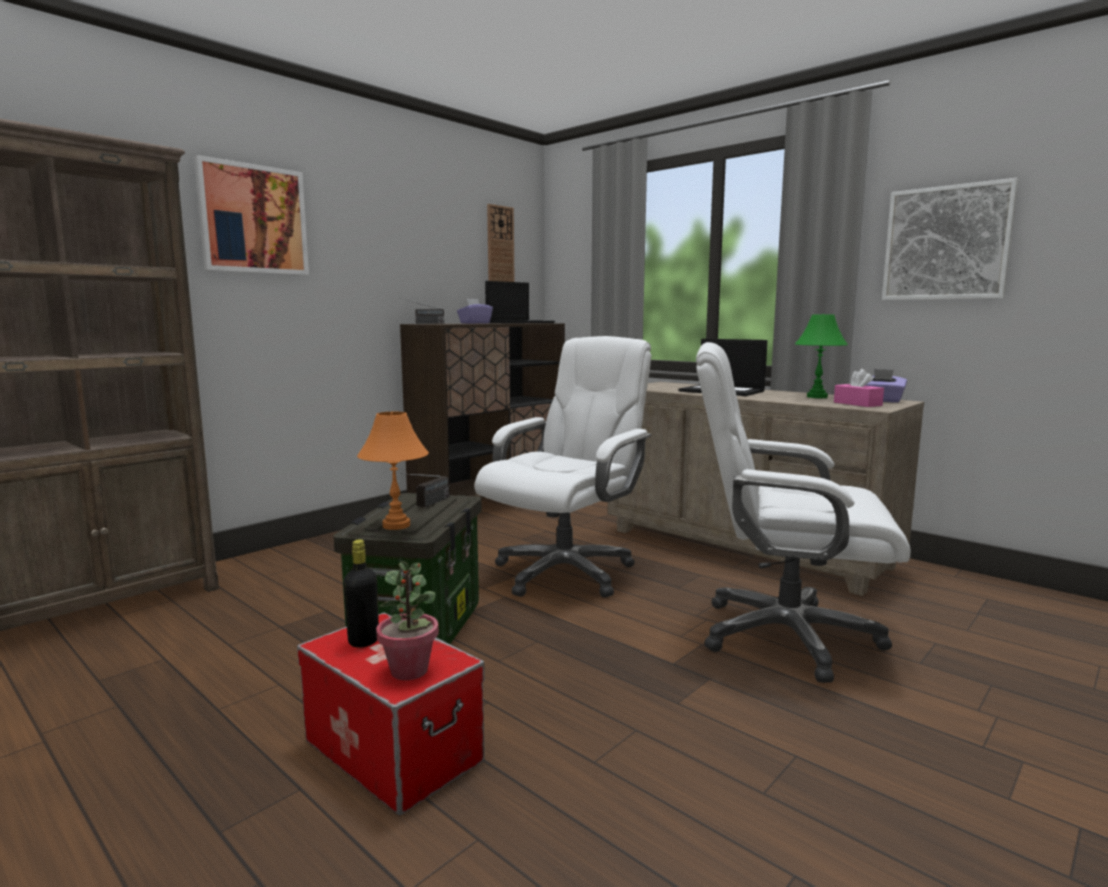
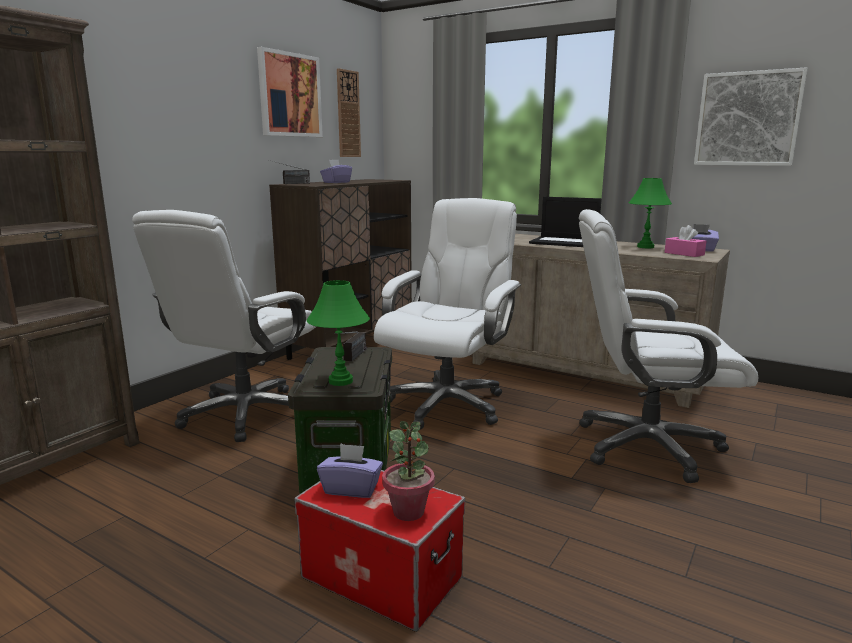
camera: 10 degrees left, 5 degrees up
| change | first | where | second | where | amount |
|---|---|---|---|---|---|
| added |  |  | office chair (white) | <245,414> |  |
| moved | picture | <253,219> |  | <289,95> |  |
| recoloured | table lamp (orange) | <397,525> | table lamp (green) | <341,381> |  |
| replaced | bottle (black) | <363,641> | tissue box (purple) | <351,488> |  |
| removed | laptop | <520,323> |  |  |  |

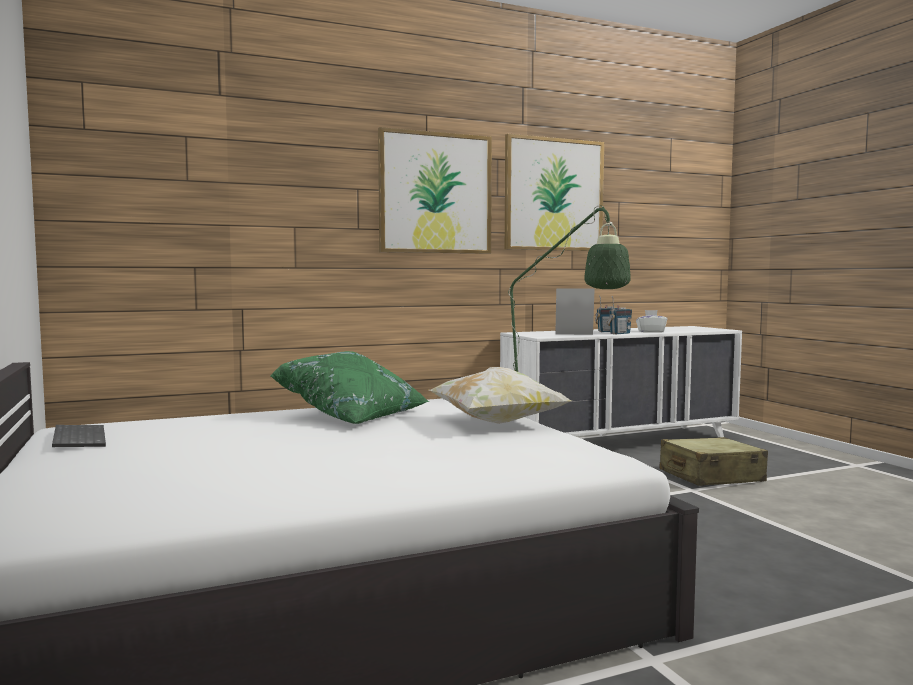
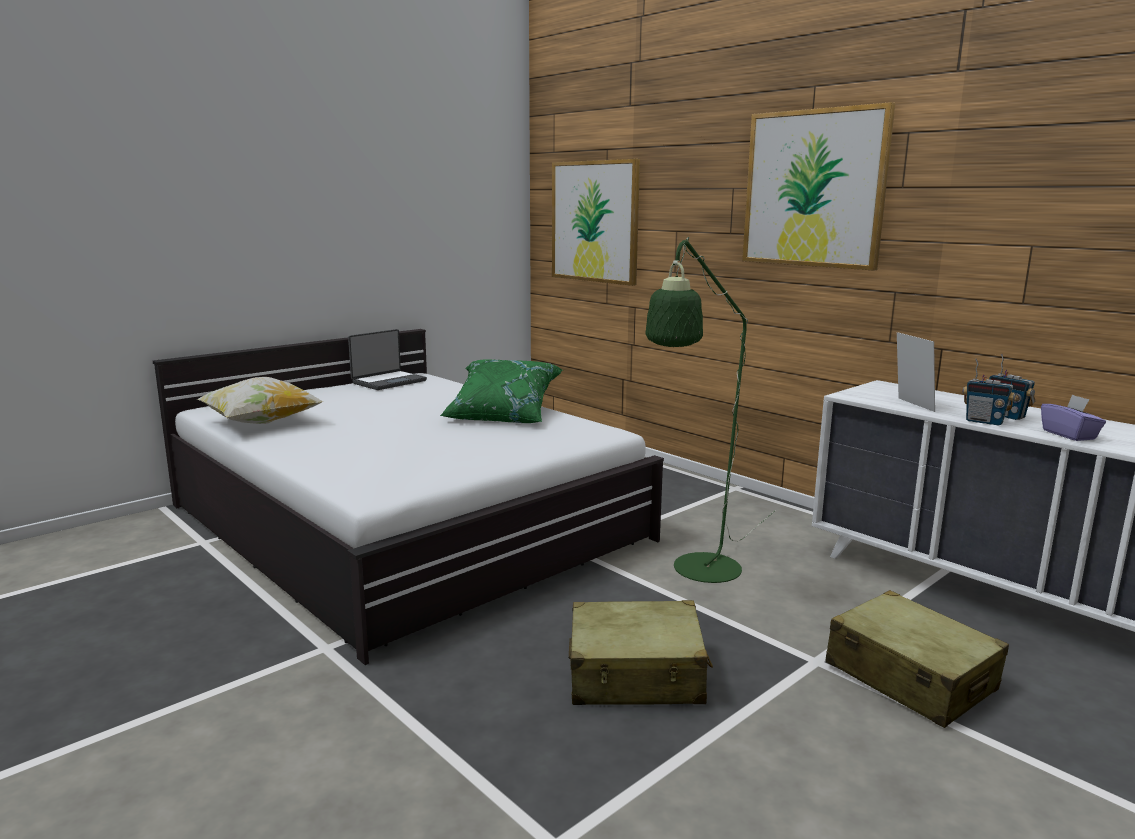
camera: 70 degrees right, 10 degrees up
| change | first | where | second | where | amount |
|---|---|---|---|---|---|
| moved | pillow | <497,423> |  | <261,423> |  |
| replaced | keyboard | <77,439> | laptop | <388,381> |  |
| moved | picture | <554,195> |  | <594,221> |  |
| added |  |  | suitcase (beige) | <636,674> |  |
| recoloured | tissue box (white) | <650,332> | tissue box (purple) | <1069,435> |  |

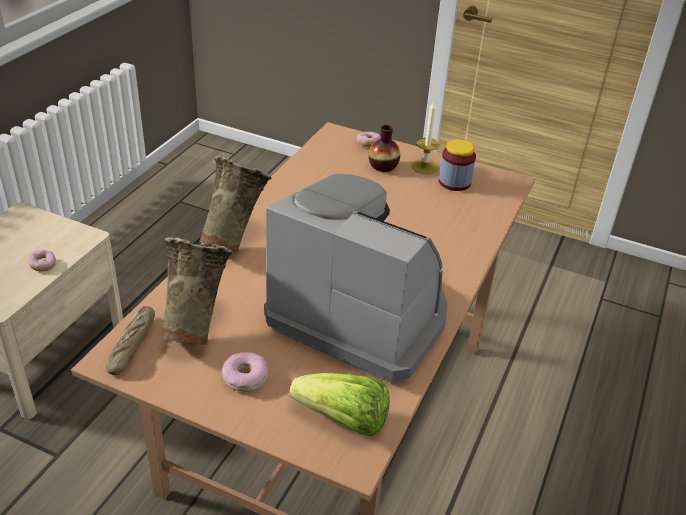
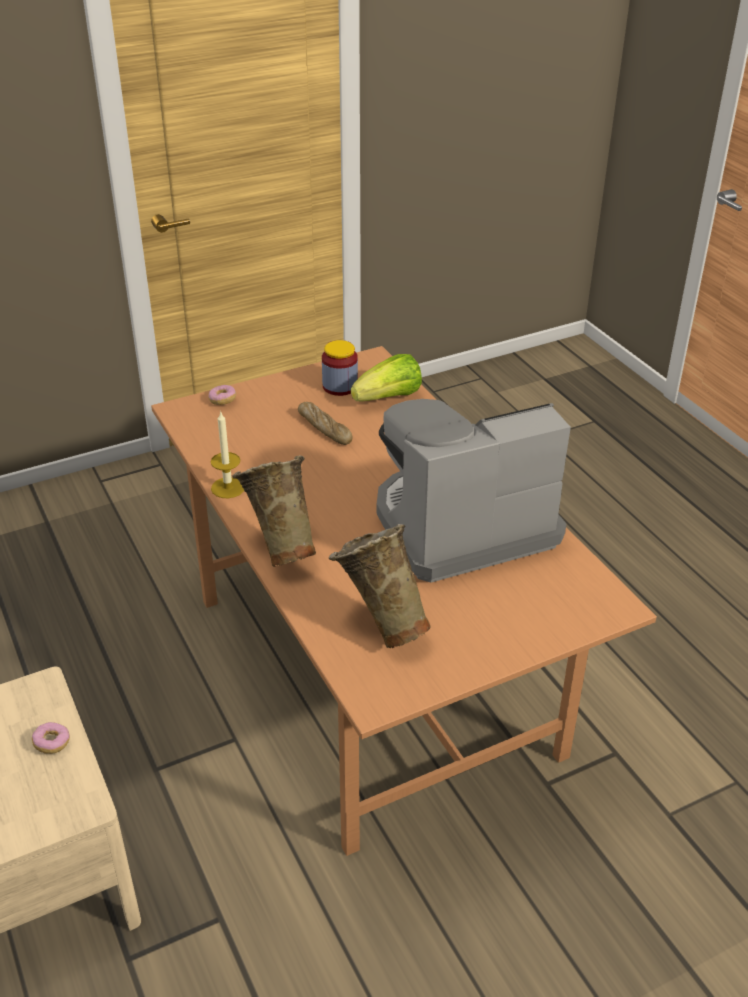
camera: 50 degrees left, 0 degrees up
| change | first | where | second | where | amount |
|---|---|---|---|---|---|
| moved | candle | <425,167> |  | <228,487> |  |
| moved | bread | <132,345> |  | <324,428> |  |
| moved | lettuce | <343,420> |  | <389,398> |  |
| removed | donut | <245,377> |  |  |  |
| removed | vase | <383,166> |  |  |  |

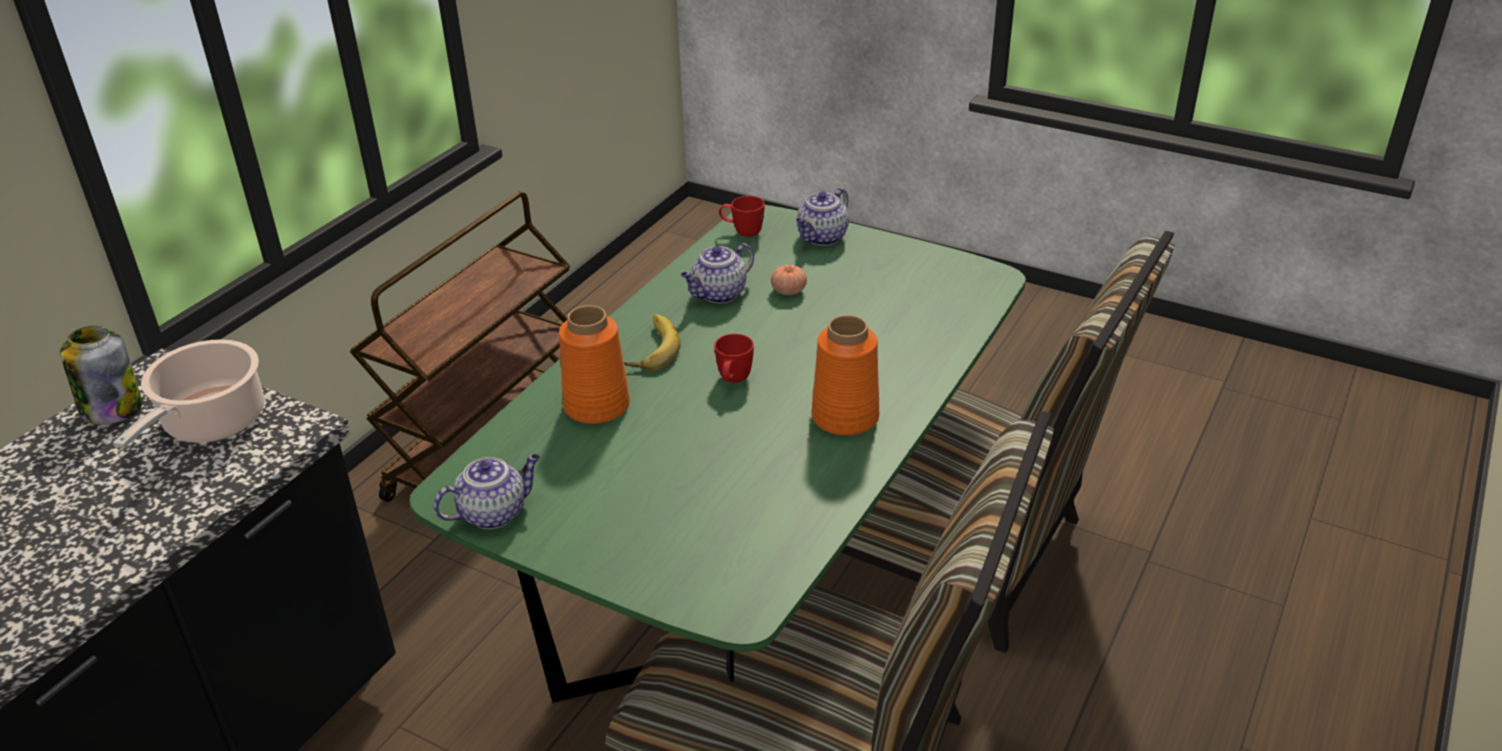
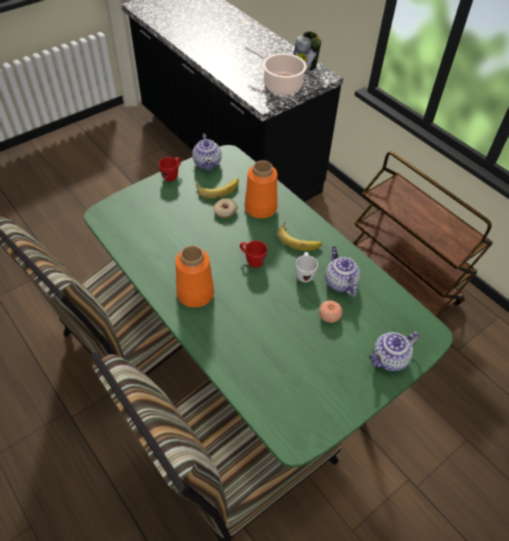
camera: 110 degrees right, 15 degrees up
| change | first | where | second | where | amount |
|---|---|---|---|---|---|
| moved | mug (red) | <742,232> |  | <172,176> |  |
| added |  |  | banana | <217,188> |  |
| added |  |  | donut | <225,211> |  |
| added |  |  | mug (white) | <304,274> |  |
| turned | teapot | <822,238> |  | <389,360> | 90 degrees counterclockwise |

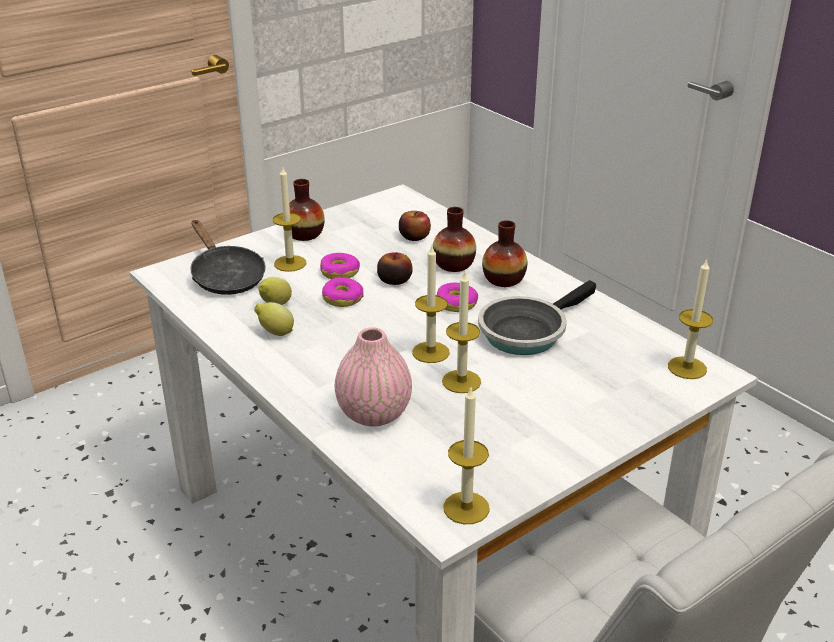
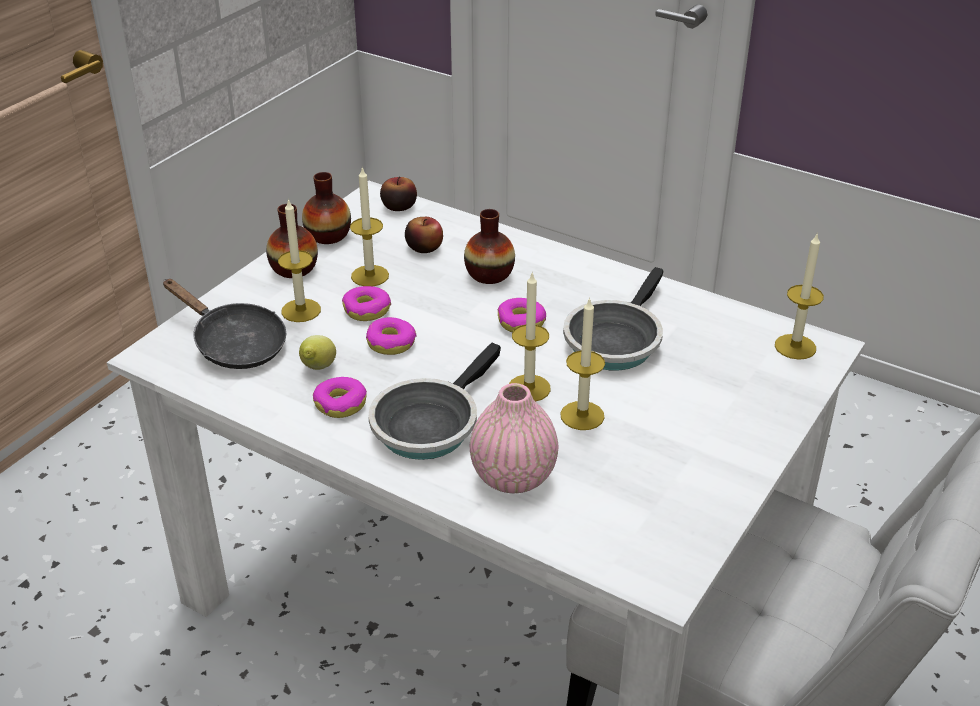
camera: 20 degrees left, 5 degrees up
| change | first | where | second | where | amount |
|---|---|---|---|---|---|
| moved | vase | <503,279> |  | <328,235> |  |
| replaced | lemon | <275,333> | donut | <341,404> |  |
| moved | candle | <466,508> |  | <370,276> |  |
| added |  |  | frying pan | <429,424> |  |
| moved | apple | <394,280> |  | <399,206> |  |

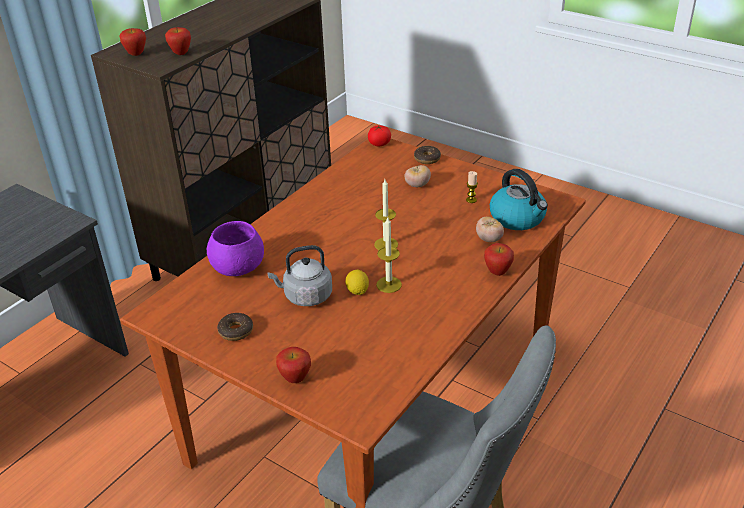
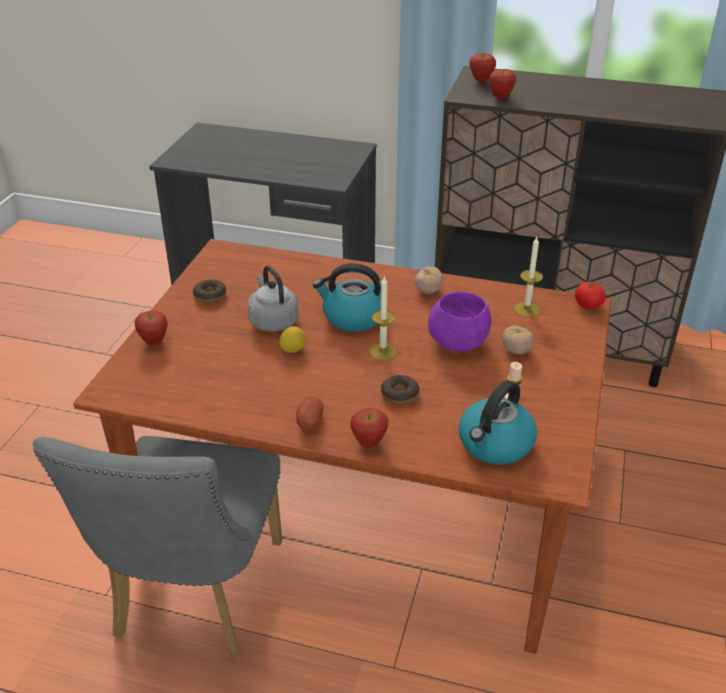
camera: 70 degrees right, 0 degrees up
| change | first | where | second | where | amount |
|---|---|---|---|---|---|
| added |  |  | potato | <310,421> |  |
| added |  |  | kettle | <353,317> |  |
| moved | donut | <427,159> |  | <400,394> |  |
| moved | tomato | <489,239> |  | <428,291> |  |
| moved | bowl (purple) | <239,268> |  | <458,343> |  |
| moved | candle | <389,284> |  | <527,309> |  |

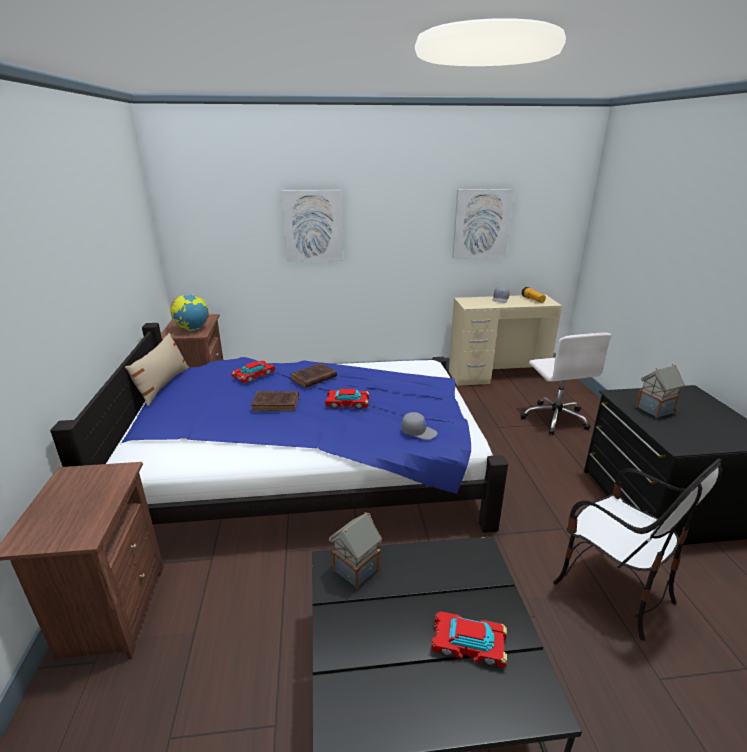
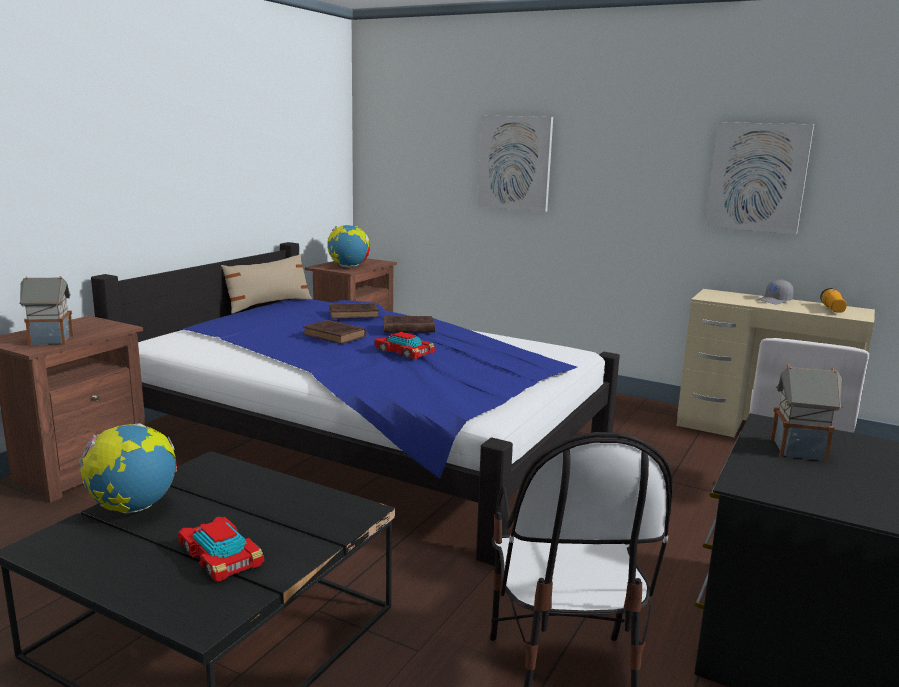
camera: 35 degrees right, 10 degrees down
| change | first | where | second | where | amount |
|---|---|---|---|---|---|
| moved | toy house | <355,571> |  | <50,340> |  |
| added |  |  | globe | <133,508> |  |
| replaced | toy car | <254,375> | book (brown) | <355,314> |  |
| removed | cap (grey) | <419,432> |  |  |  |

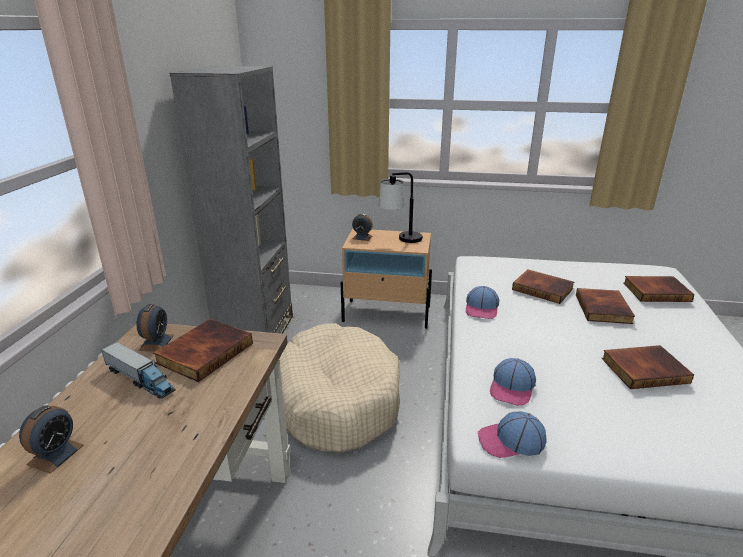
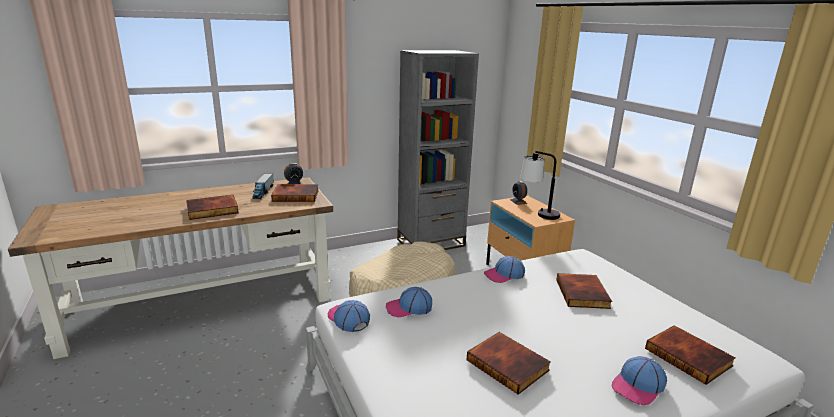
camera: 55 degrees right, 5 degrees down
| change | first | where | second | where | amount |
|---|---|---|---|---|---|
| moved | book | <604,309> |  | <212,210> |  |
| added |  |  | cap | <638,386> |  |
| removed | alarm clock | <55,454> |  |  |  |

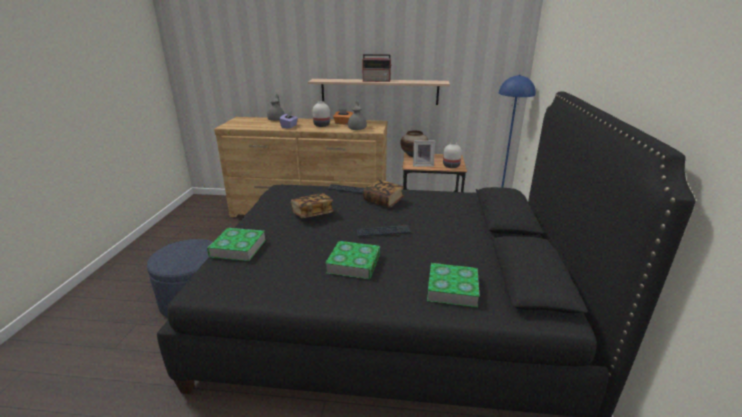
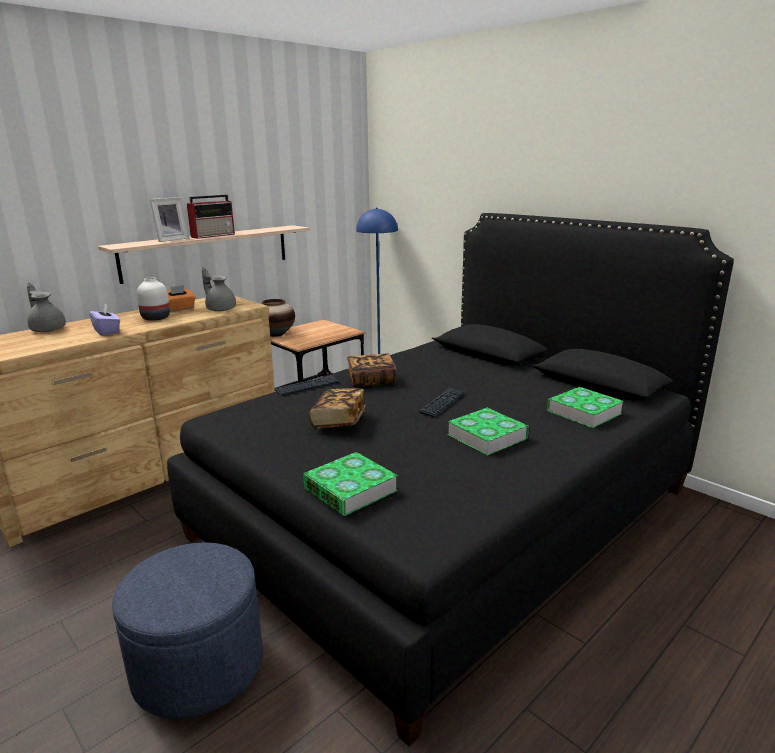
camera: 50 degrees left, 5 degrees down
| change | first | where | second | where | amount |
|---|---|---|---|---|---|
| moved | picture frame | <423,165> |  | <171,239> |  |
| removed | vase (white) | <450,166> |  |  |  |

